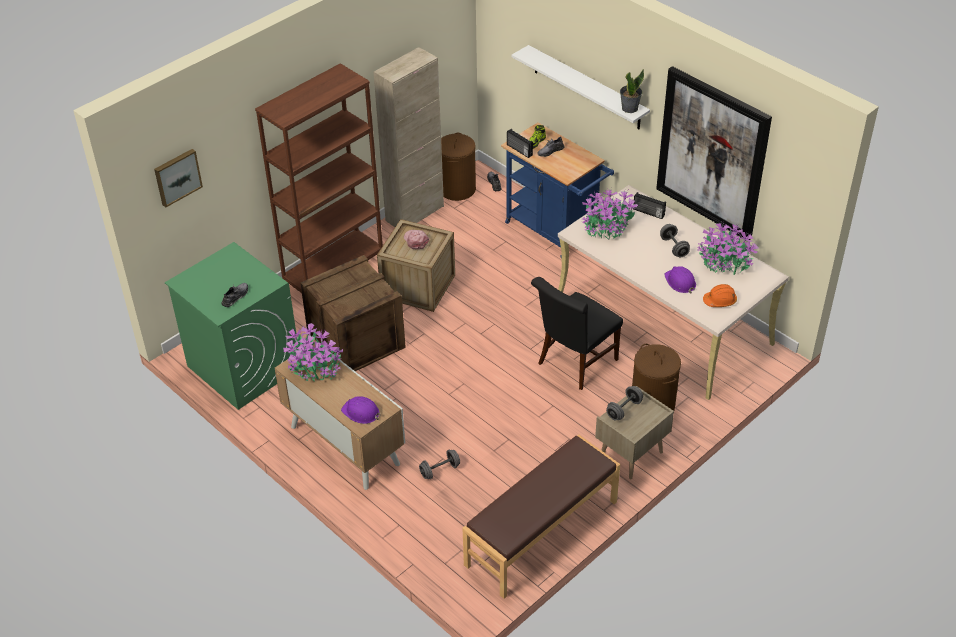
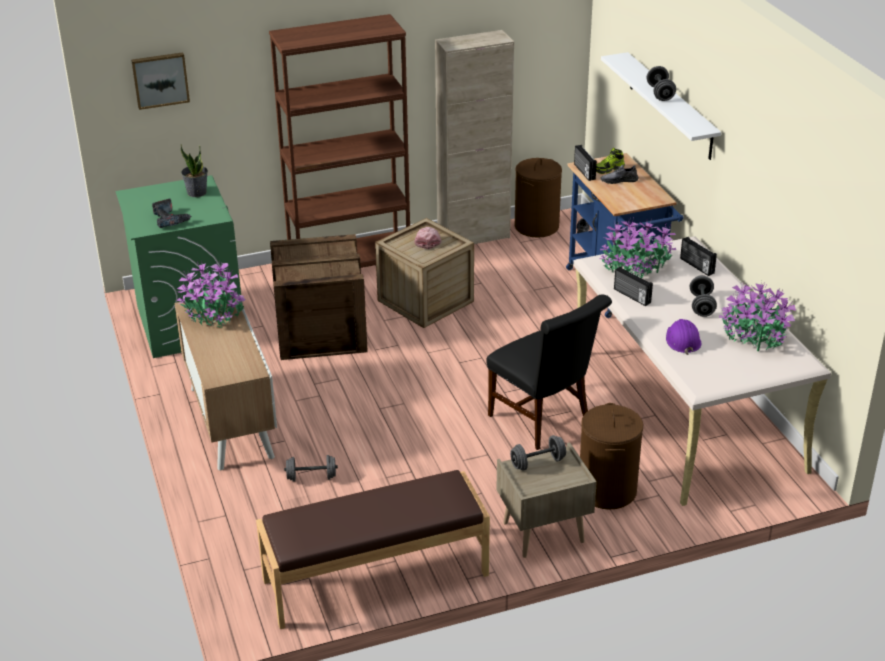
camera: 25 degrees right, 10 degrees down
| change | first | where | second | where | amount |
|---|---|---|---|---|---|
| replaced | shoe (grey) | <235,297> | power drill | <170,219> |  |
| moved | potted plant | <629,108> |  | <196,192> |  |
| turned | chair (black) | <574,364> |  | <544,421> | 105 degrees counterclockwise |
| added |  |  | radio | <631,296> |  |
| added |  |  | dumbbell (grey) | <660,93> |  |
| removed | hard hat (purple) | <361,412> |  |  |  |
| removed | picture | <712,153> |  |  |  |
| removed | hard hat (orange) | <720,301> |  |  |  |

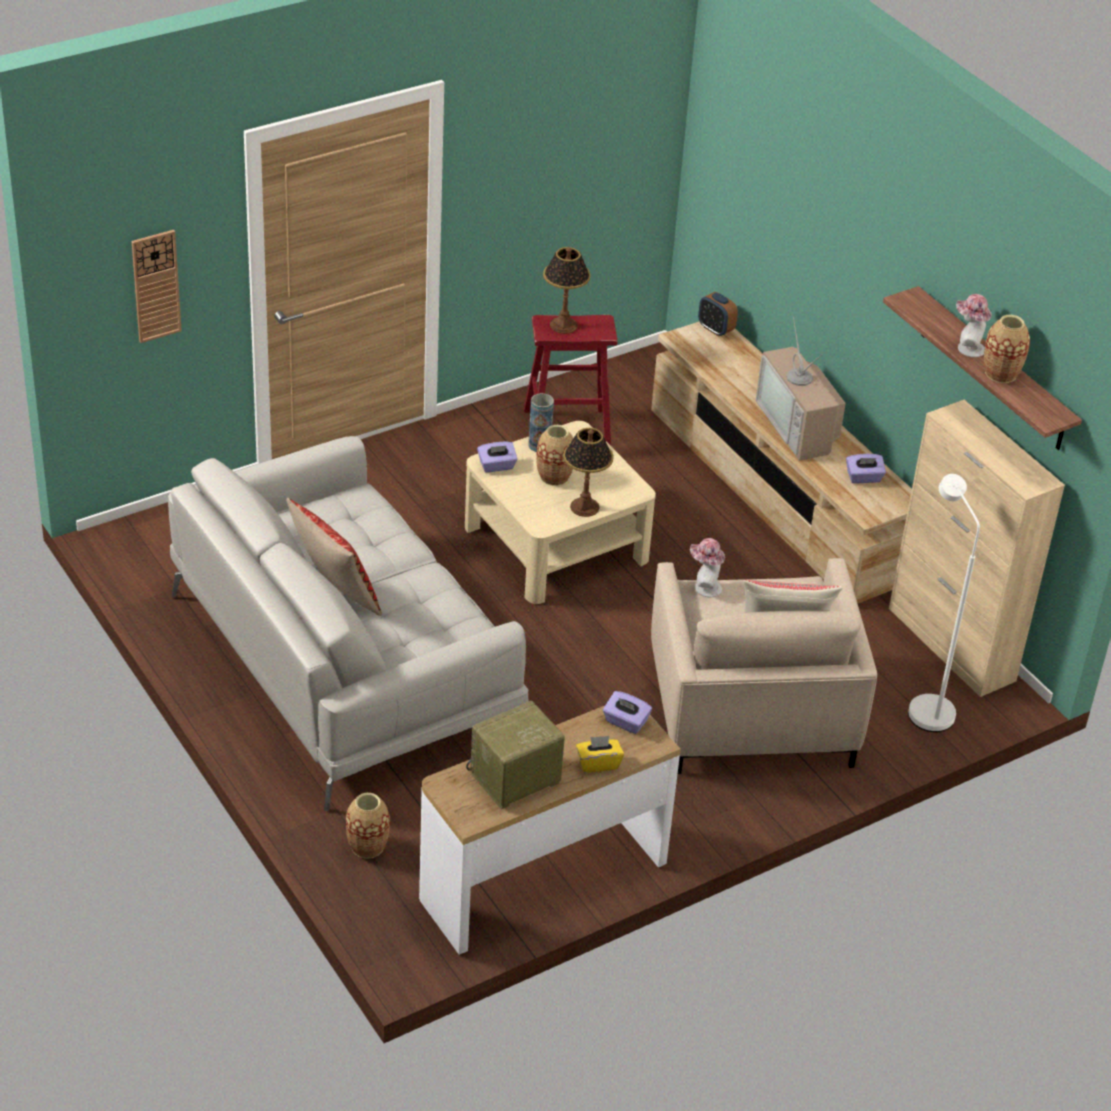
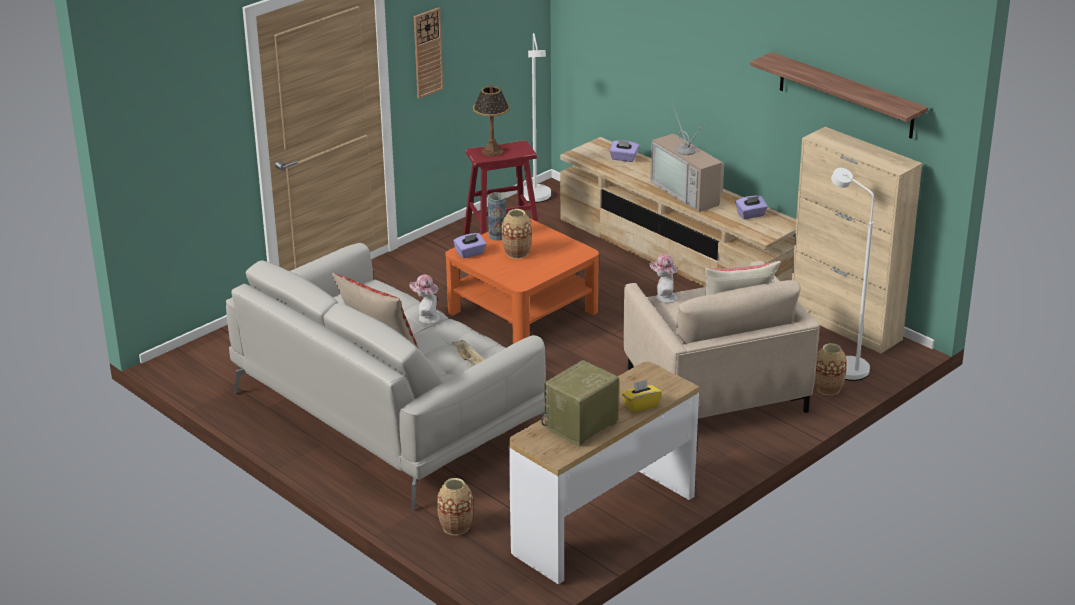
camera: 10 degrees left, 10 degrees down
| change | first | where | second | where | amount |
|---|---|---|---|---|---|
| moved | hat | <967,348> |  | <426,318> |  |
| moved | wall clock | <156,286> |  | <427,52> |  |
| recoloured | coffee table (beige) | <555,543> | coffee table (orange) | <522,311> |  |
| added |  |  | tray (beige) | <469,360> |  |
| added |  |  | floor lamp (white) | <536,199> |  |
| moved | tissue box (purple) | <625,722> |  | <623,158> |  |
| moved | vase | <1000,373> |  | <828,388> |  |
| removed | table lamp | <584,507> |  |  |  |
| removed | alarm clock | <715,329> |  |  |  |

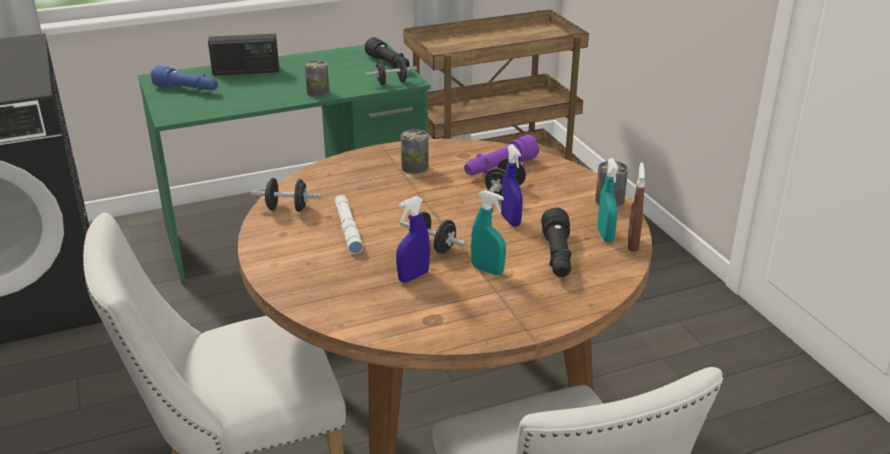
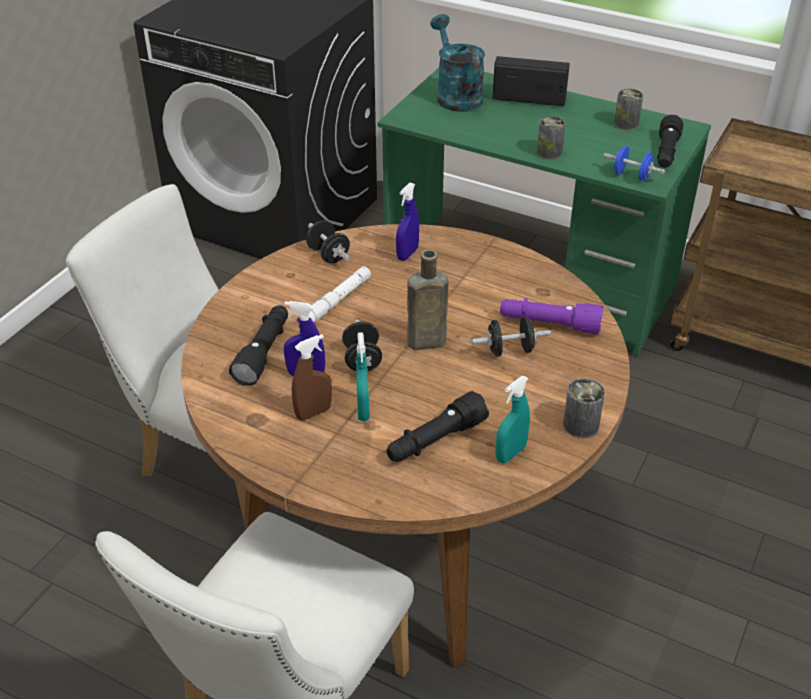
camera: 50 degrees right, 10 degrees up
| change | first | where | second | where | amount |
|---|---|---|---|---|---|
| added |  |  | flashlight (black) | <264,352> |  |
| moved | spray bottle (brown) | <633,244> |  | <313,412> |  |
| moved | spray bottle (blue) | <510,220> |  | <407,254> |  |
| added |  |  | bottle (brown) | <423,342> |  |
| replaced | flashlight (blue) | <187,89> | watering can (turquoise) | <455,95> |  |
| turned | radio | <246,71> |  | <529,99> | 150 degrees clockwise |
| recoloured | dumbbell (black) | <391,83> | dumbbell (blue) | <631,176> |  |
| moved | can | <415,167> |  | <626,124> |  |

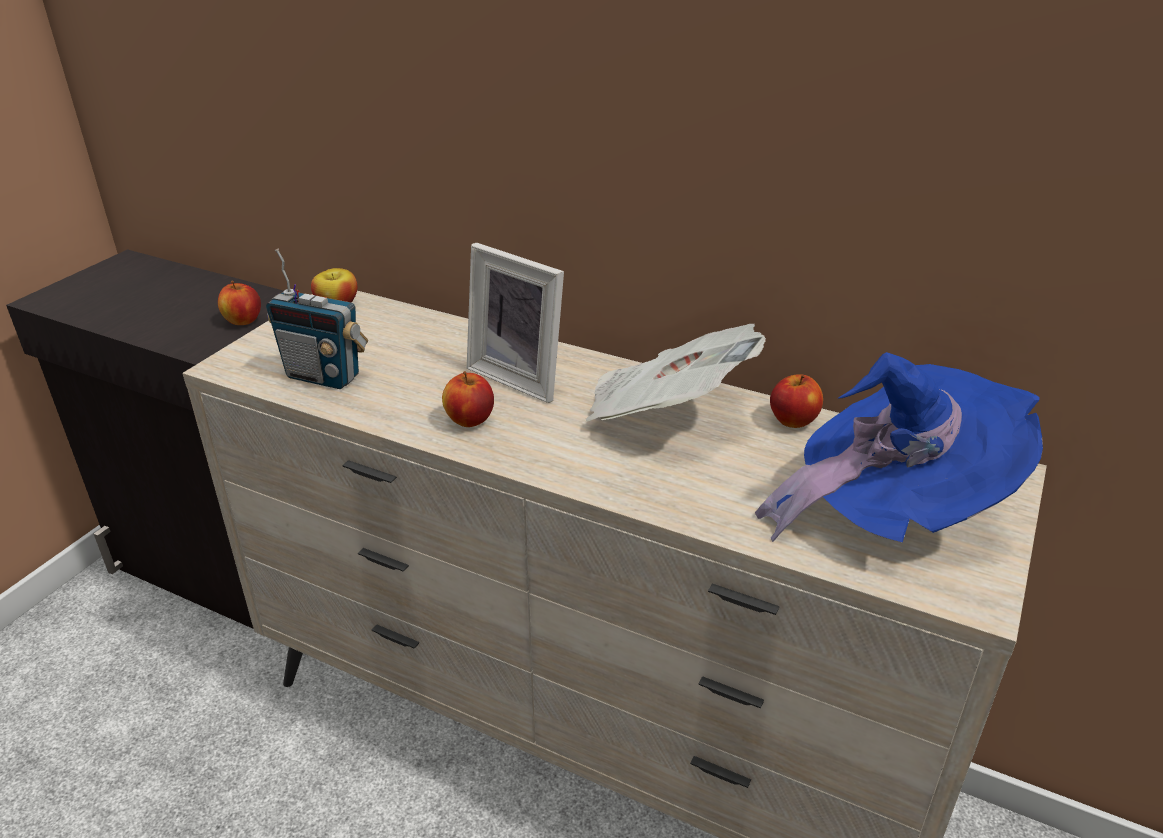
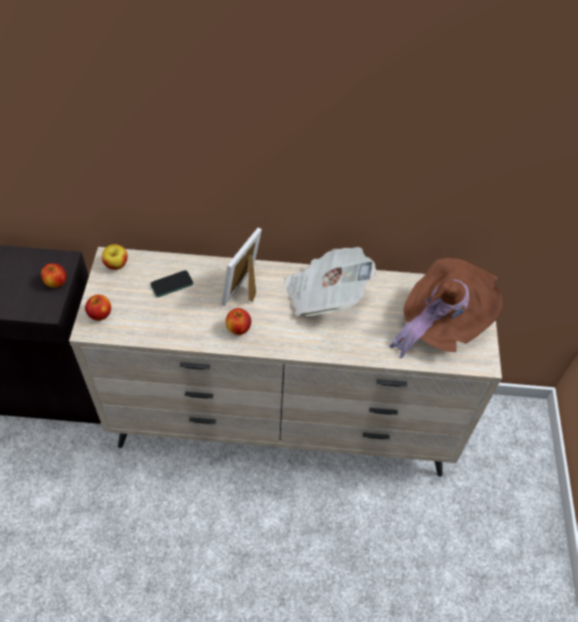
camera: 25 degrees left, 20 degrees up
| change | first | where | second | where | amount |
|---|---|---|---|---|---|
| moved | apple | <793,421> |  | <100,314> |  |
| added |  |  | phone | <172,284> |  |
| turned | picture frame | <521,376> |  | <246,290> | 105 degrees clockwise |
| recoloured | hat (blue) | <891,508> | hat (brown) | <439,325> |  |
| removed | radio | <324,376> |  |  |  |

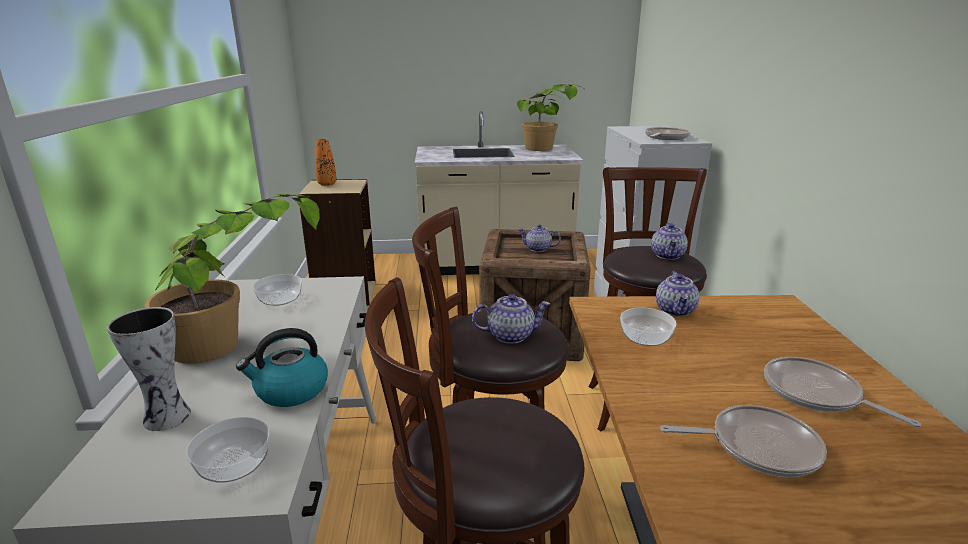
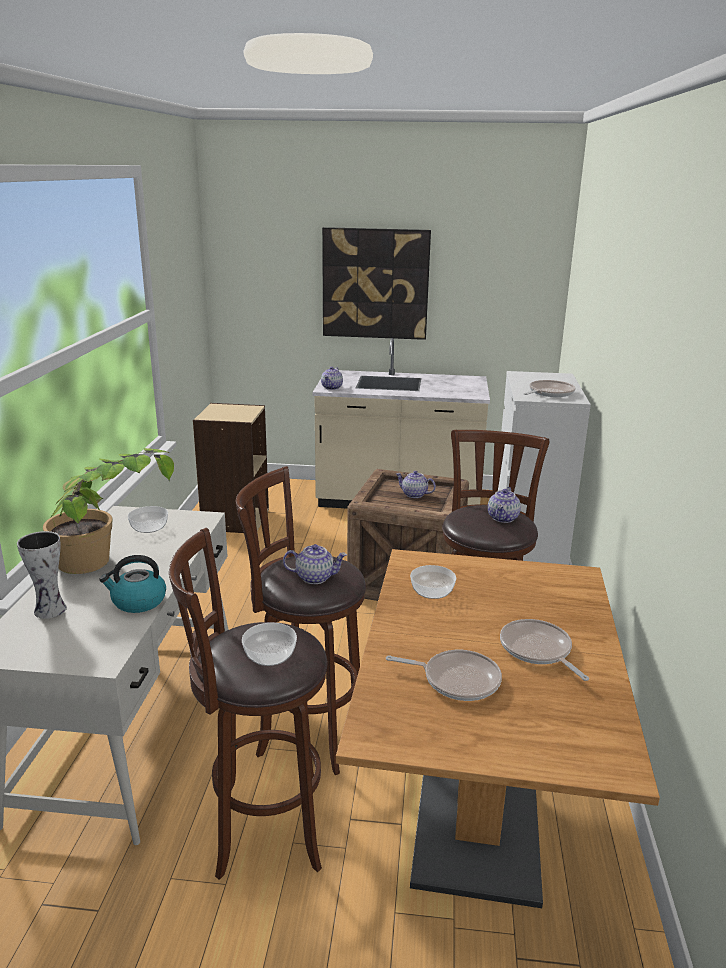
camera: 10 degrees right, 0 degrees up
| change | first | where | second | where | amount |
|---|---|---|---|---|---|
| moved | bowl | <233,464> |  | <269,655> |  |
| moved | teapot | <676,310> |  | <332,387> |  |
| added |  |  | picture | <375,284> |  |
| removed | vase (orange) | <327,184> |  |  |  |
| removed | potted plant | <546,151> |  |  |  |

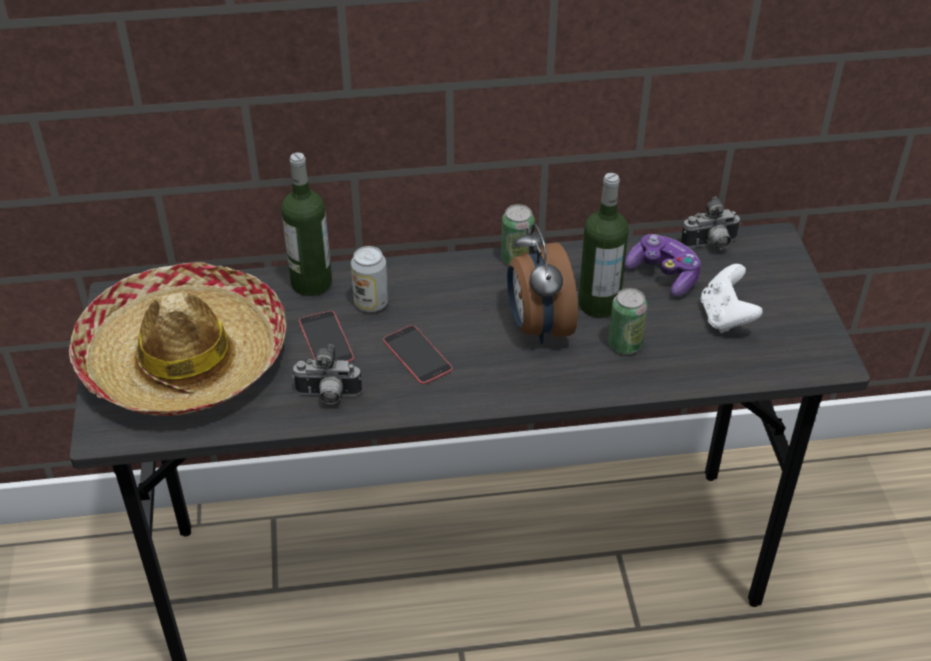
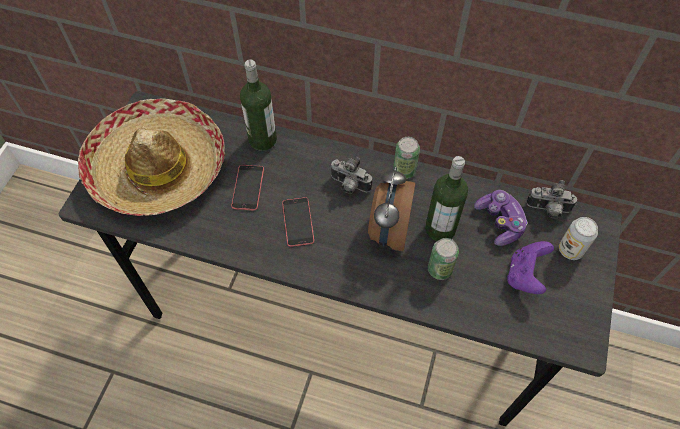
camera: 25 degrees right, 15 degrees up
| change | first | where | second | where | amount |
|---|---|---|---|---|---|
| moved | photo camera | <328,396> |  | <349,186> |  |
| recoloured | game controller (white) | <725,317> | game controller (purple) | <525,275> |  |
| moved | can | <371,303> |  | <570,250> |  |

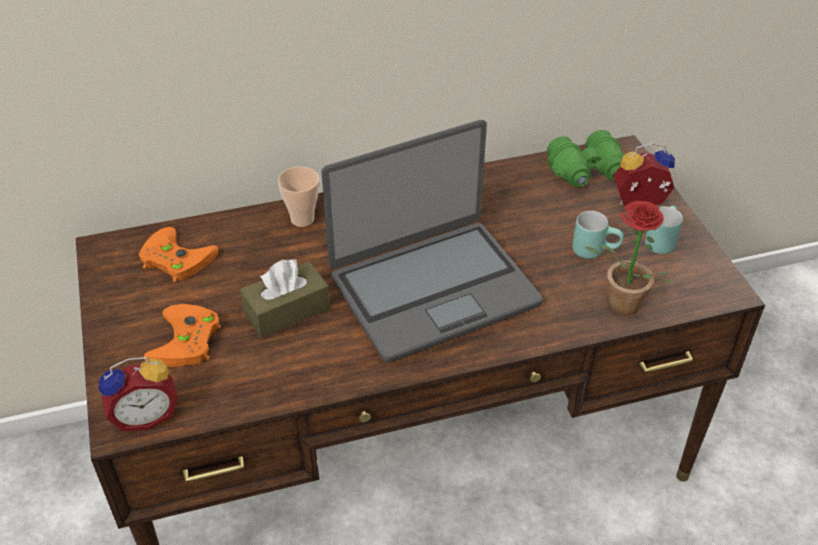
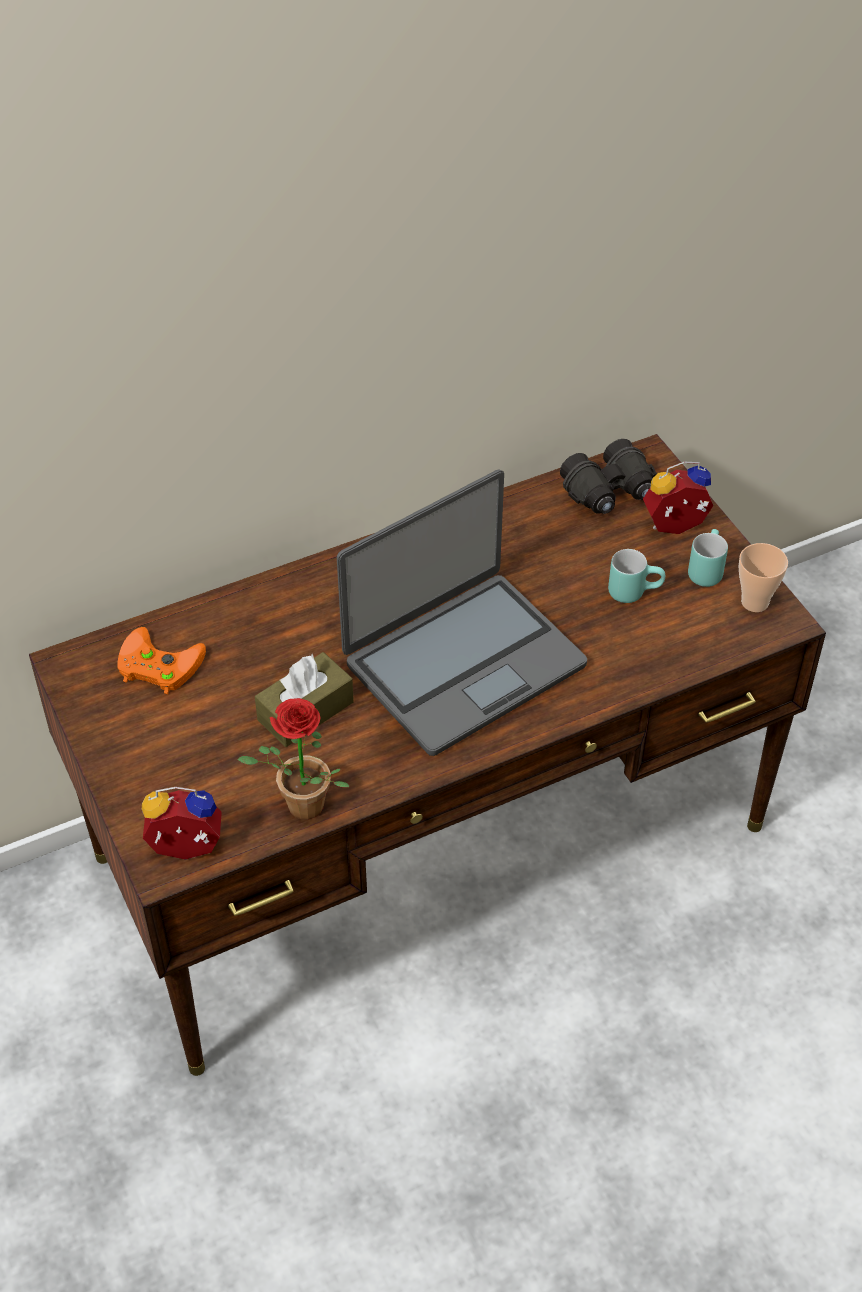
camera: 10 degrees left, 5 degrees up
| change | first | where | second | where | amount |
|---|---|---|---|---|---|
| turned | alarm clock | <145,415> |  | <186,851> | 150 degrees counterclockwise |
| moved | potted plant | <618,307> |  | <299,809> |  |
| recoloured | binoculars (green) | <587,172> | binoculars (black) | <610,492> |  |
| moved | cup | <302,219> |  | <754,602> |  |
| removed | game controller (orange) | <187,342> |  |  |  |

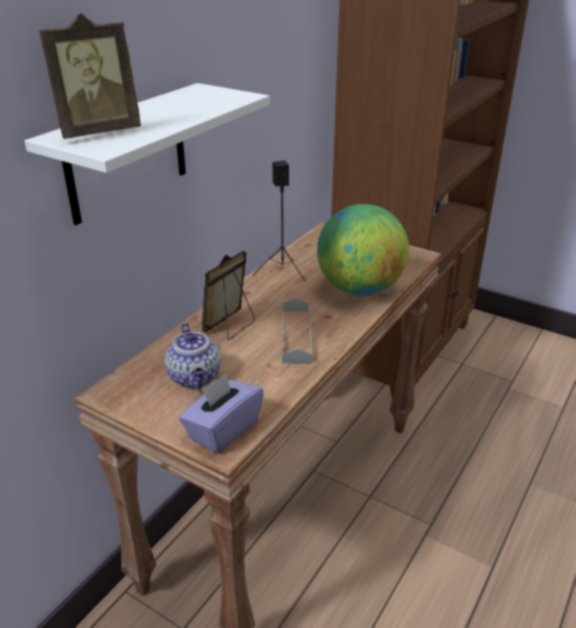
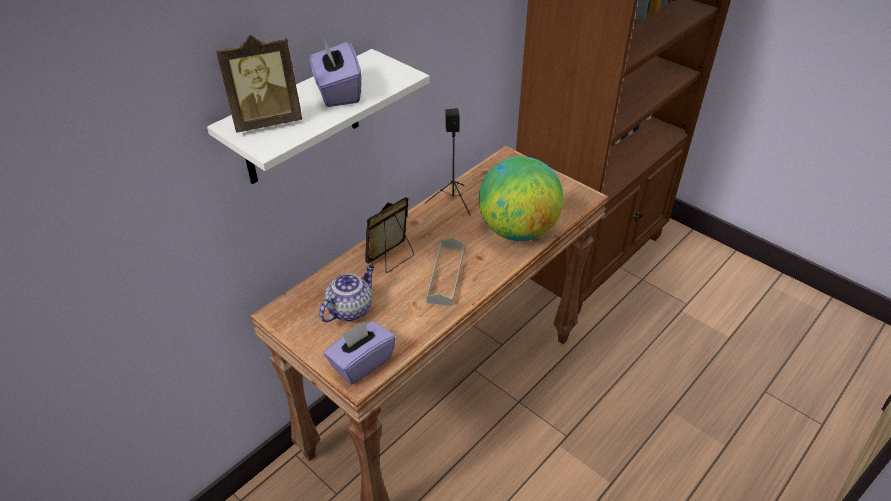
camera: 10 degrees right, 10 degrees up
| change | first | where | second | where | amount |
|---|---|---|---|---|---|
| added |  |  | tissue box (purple) | <337,92> |  |
| turned | teapot | <195,378> |  | <350,309> | 135 degrees counterclockwise |

